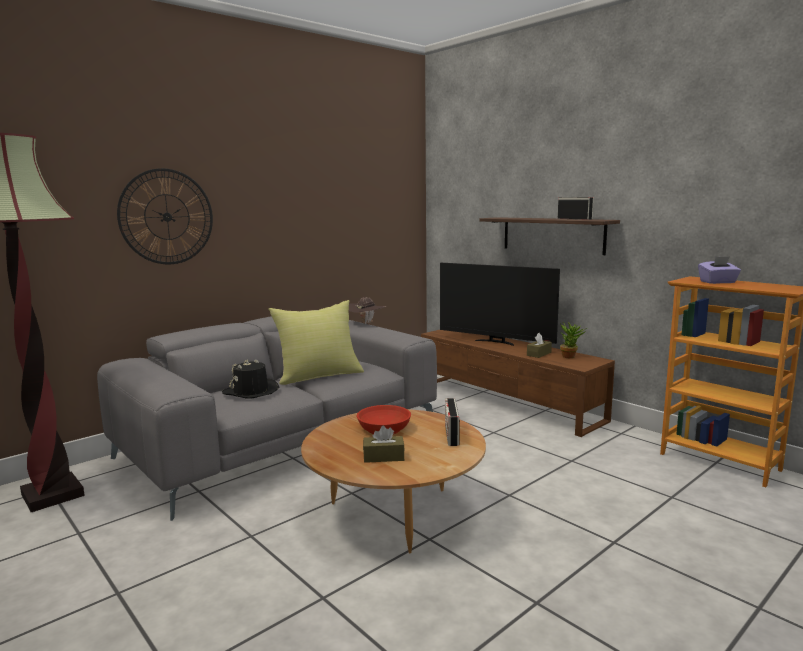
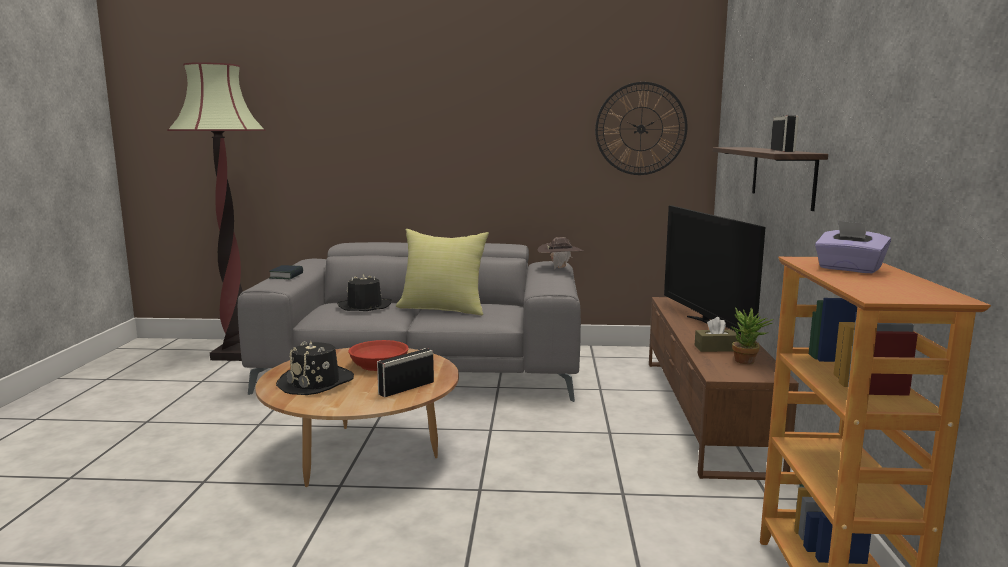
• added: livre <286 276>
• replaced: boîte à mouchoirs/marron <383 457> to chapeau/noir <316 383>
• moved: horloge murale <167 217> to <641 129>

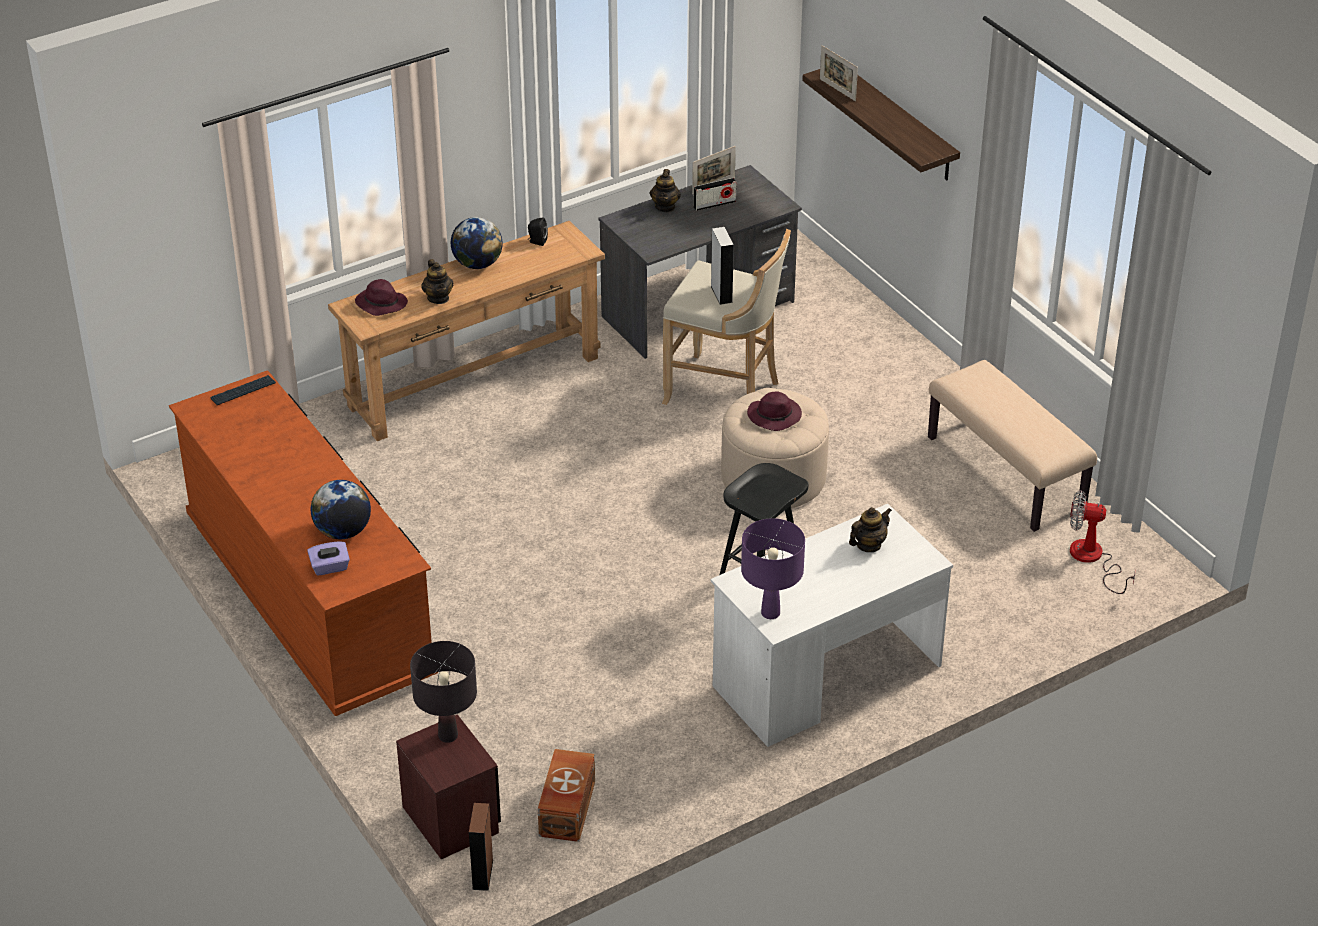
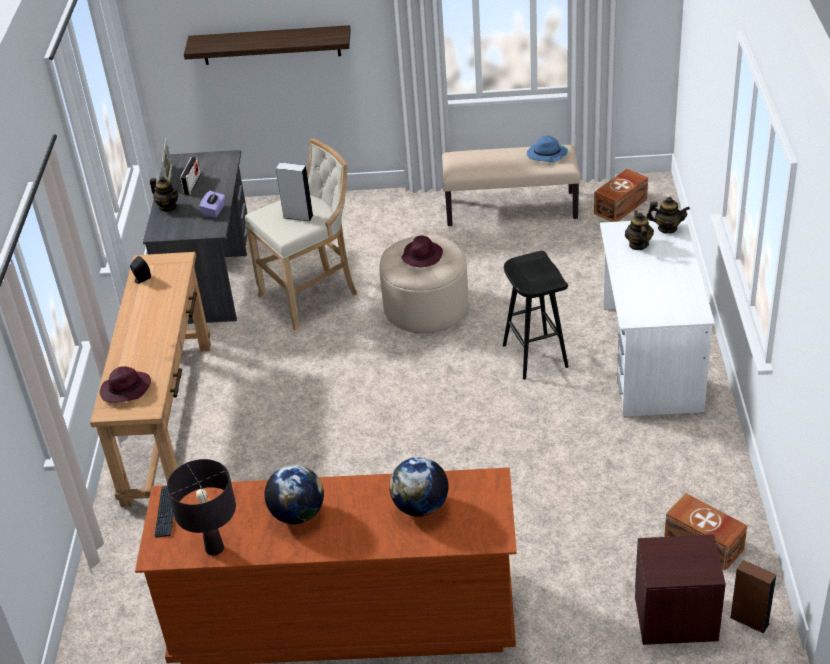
• moved: lampe de table/noir <447 736> to <214 549>
• moved: boîte à mouchoirs/violet <330 567> to <214 211>
• moved: globe <477 264> to <297 514>
• added: chapeau/bleu <546 155>
• replaced: ventilateur <1093 559> to boîte de rangement/marron <621 206>
• moved: théière <438 298> to <667 228>
• removed: lampe de table/violet <770 613>
• removed: cadre photo <837 90>

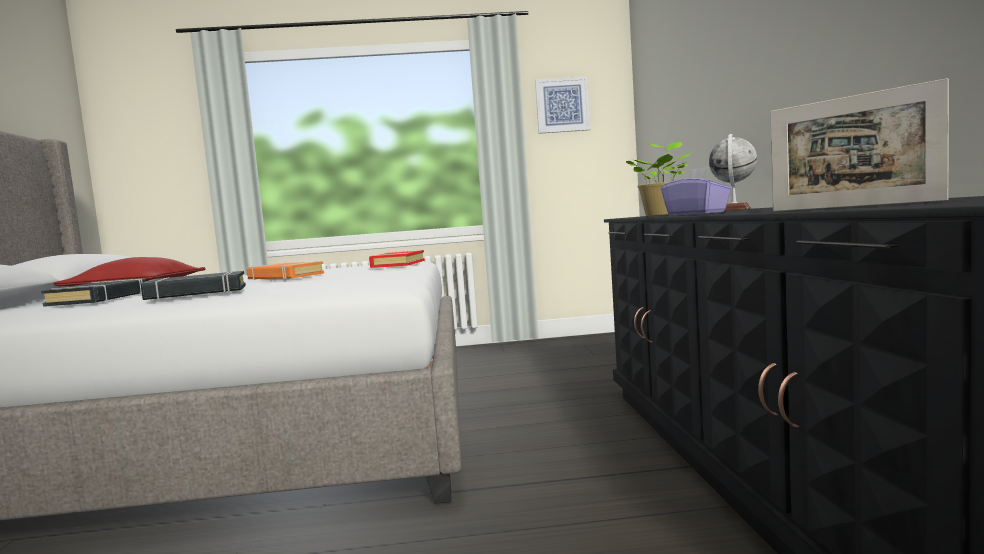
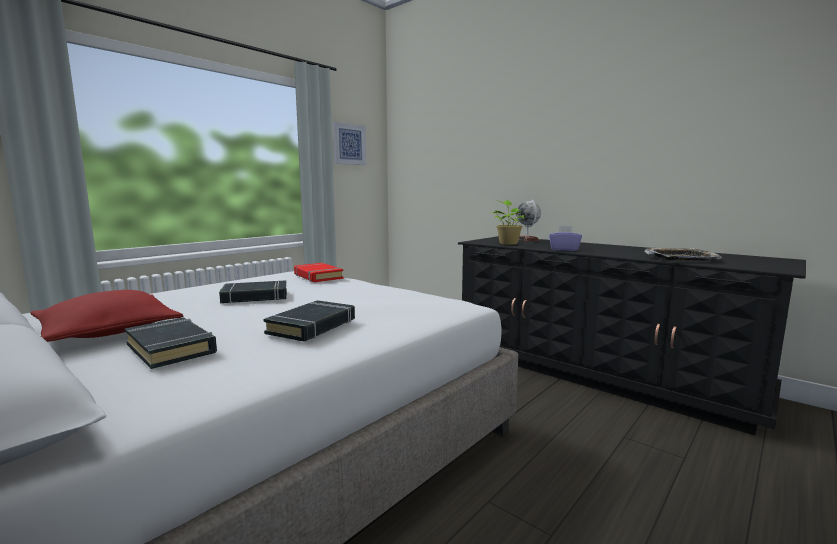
• recoloured: livre/orange <285 276> to livre/noir <255 297>
• replaced: cadre photo <852 206> to plateau <681 259>

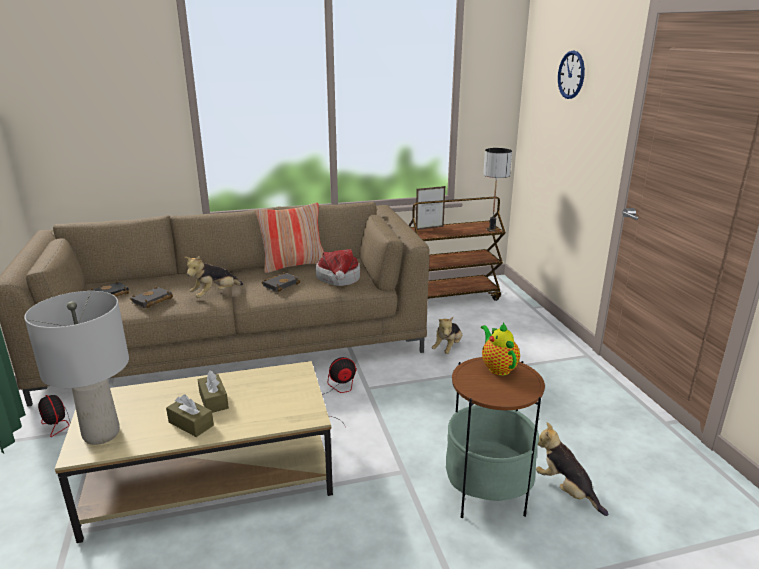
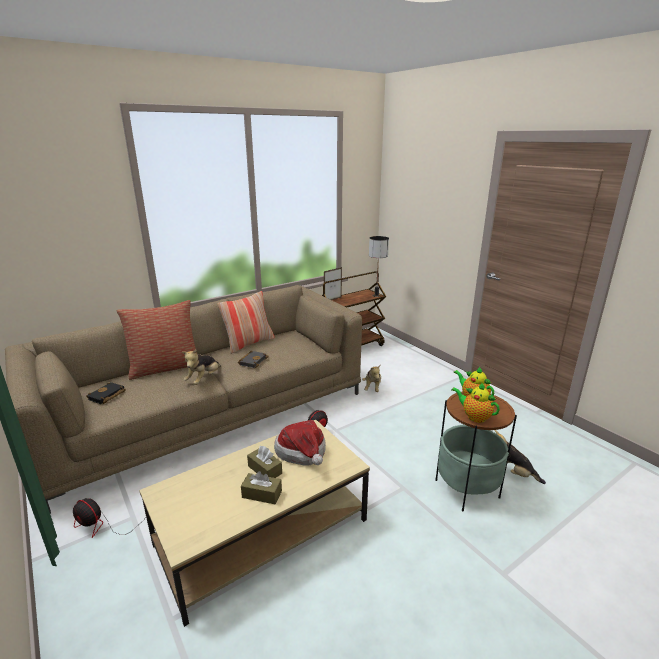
• added: coussin <165 367>
• moved: chapeau <338 279> to <302 454>
• added: théière <474 417>
• removed: lampe de table/gris <101 434>
• removed: livre/noir <152 301>
• removed: horloge murale <571 75>

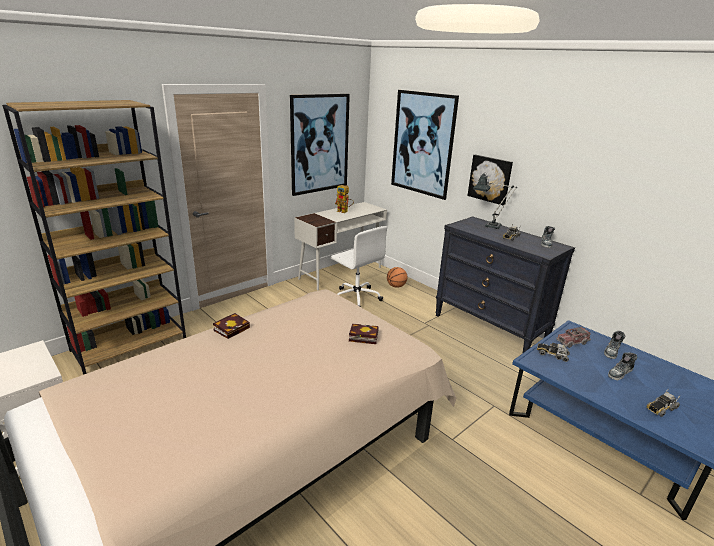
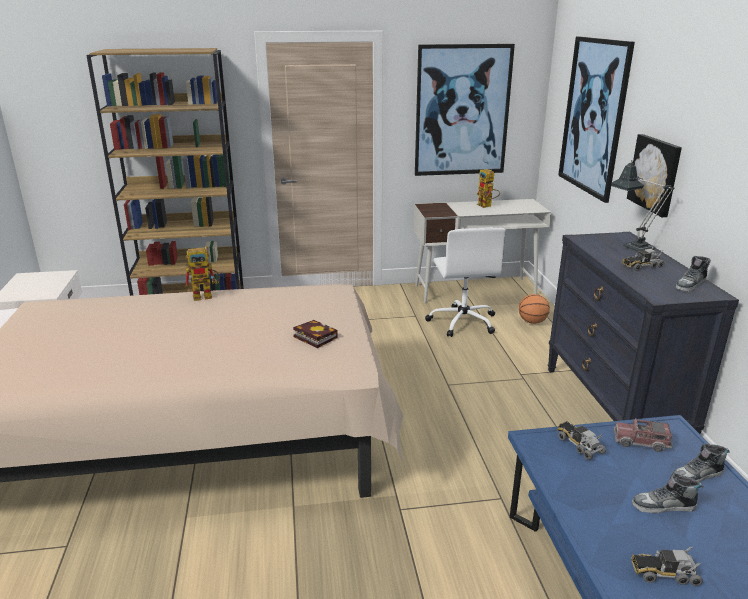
• replaced: livre <232 328> to robot jouet <207 295>

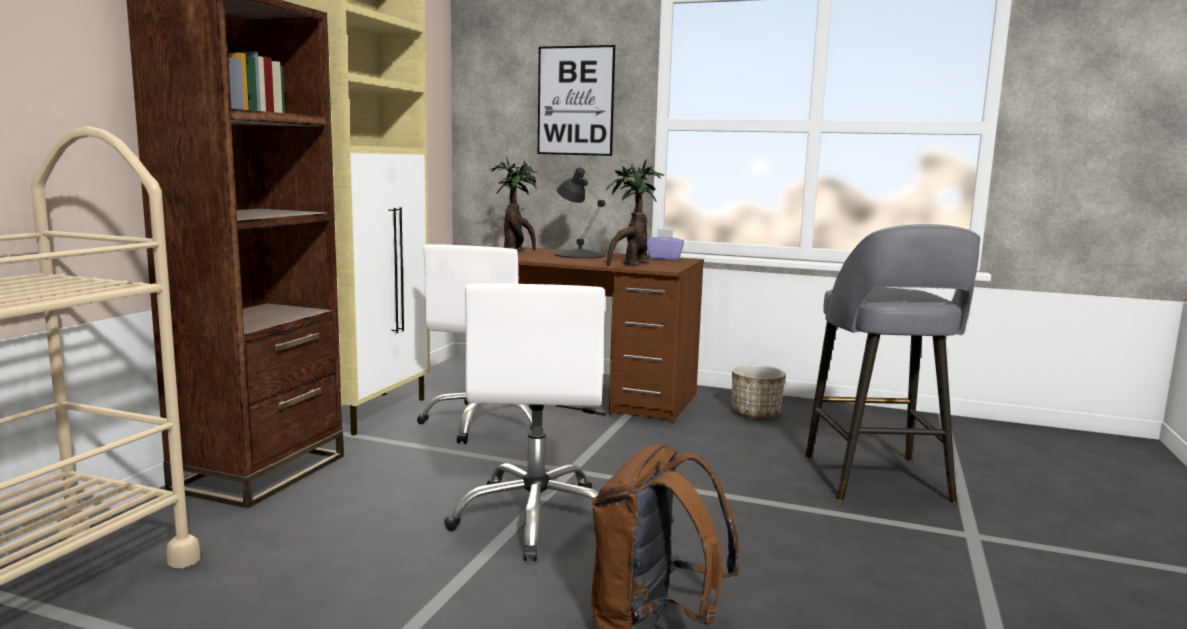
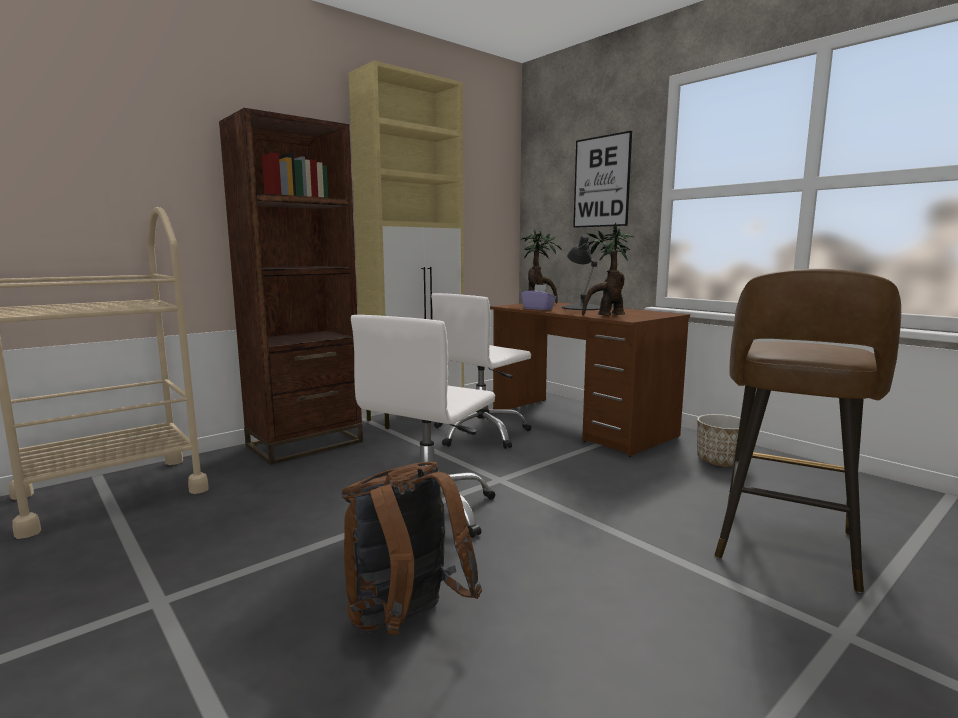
• moved: boîte à mouchoirs/violet <664 258> to <538 309>
• recoloured: tabouret/gris <877 480> to tabouret/marron <785 547>

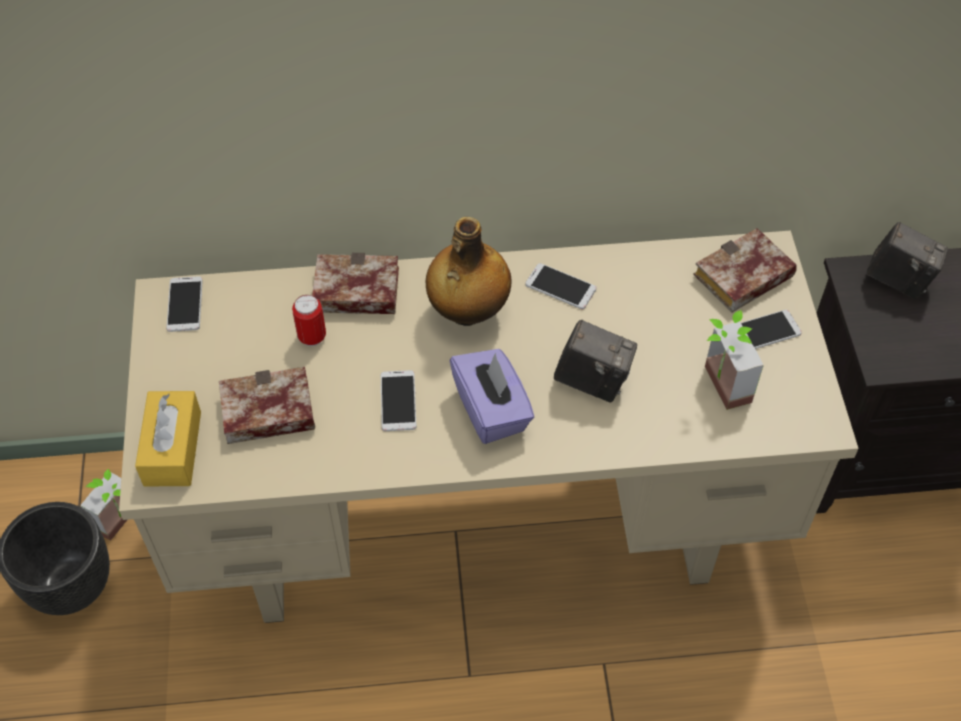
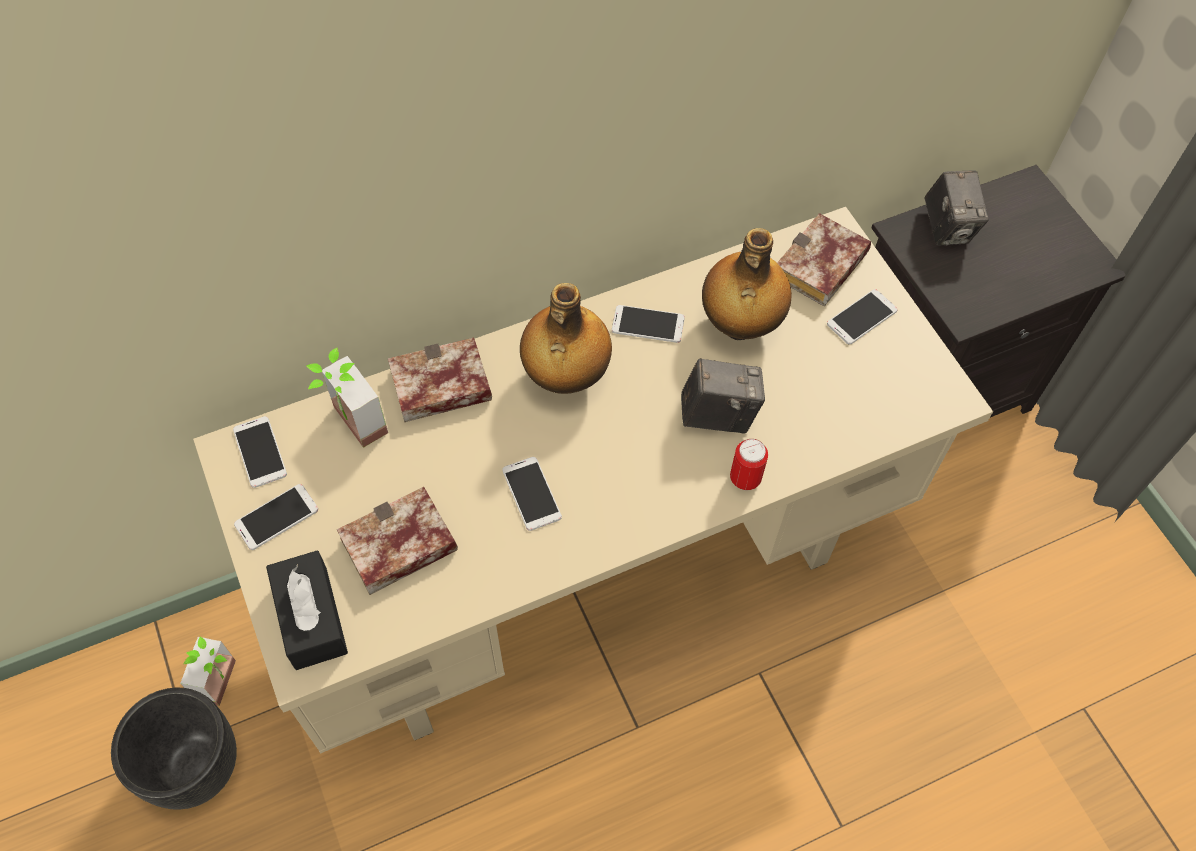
• added: téléphone <276 517>
• recoloured: boîte à mouchoirs/jaune <172 448> to boîte à mouchoirs/noir <311 617>
• moved: plante en pot <717 387> to <350 426>
• added: bouteille <739 325>
• moved: boîte métallique <312 337> to <745 479>
• turned: appareil photo <898 280> = <947 228> 75 degrees clockwise
• removed: boîte à mouchoirs/violet <491 410>

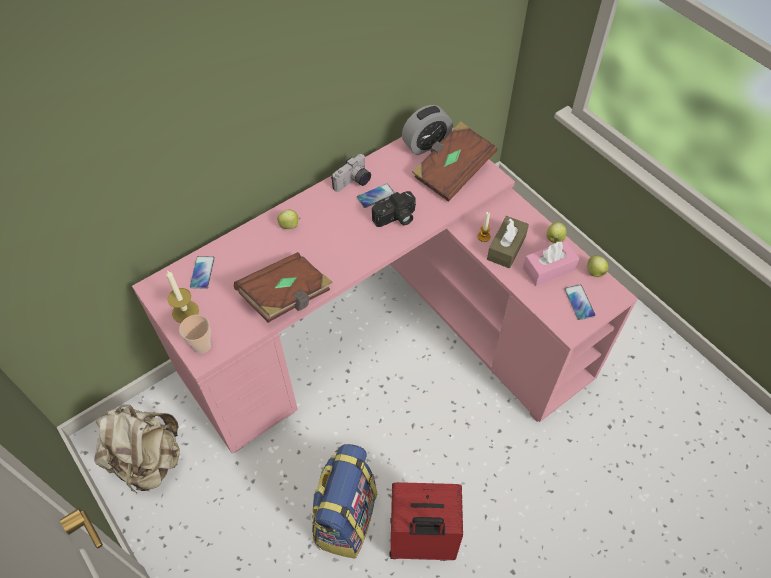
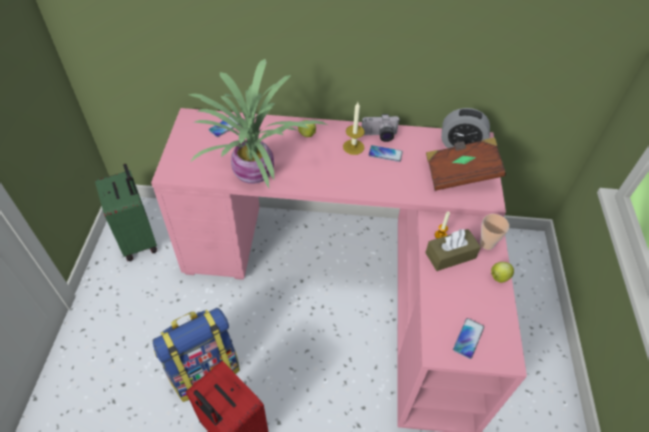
• replaced: sac à dos/beige <148 460> to valise/vert <139 240>
• replaced: livre/marron <287 296> to plante en pot <256 174>
• moved: bougie <185 311> to <353 147>
• moved: tasse <202 346> to <487 244>
• removed: appareil photo <396 218>
• removed: boîte à mouchoirs/rose <548 269>
• removed: pomme <595 273>

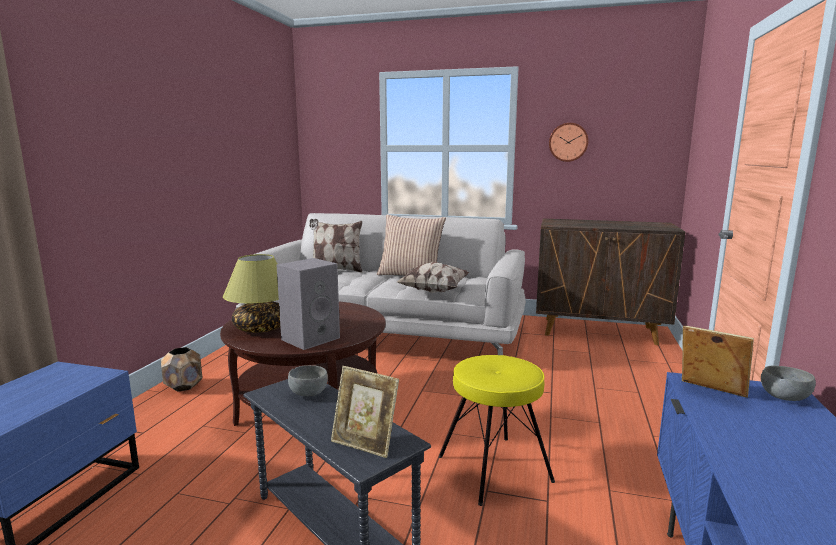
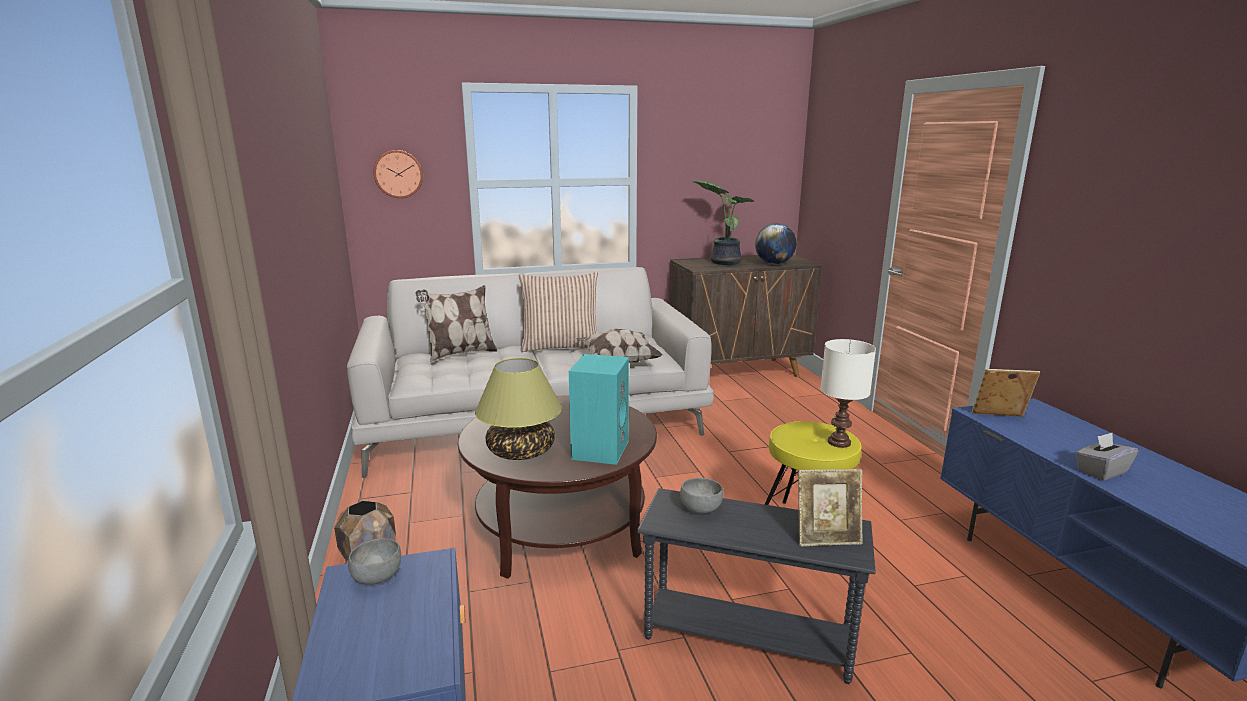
• moved: bol/gris <783 397> to <377 577>
• moved: horloge murale <568 142> to <398 174>
• recoloured: enceinte/gris <311 338> to enceinte/turquoise <599 449>
• added: plante en pot <724 262>
• added: globe <774 264>
• added: lampe de table/blanc <839 442>
• added: boîte à mouchoirs/gris <1101 471>

